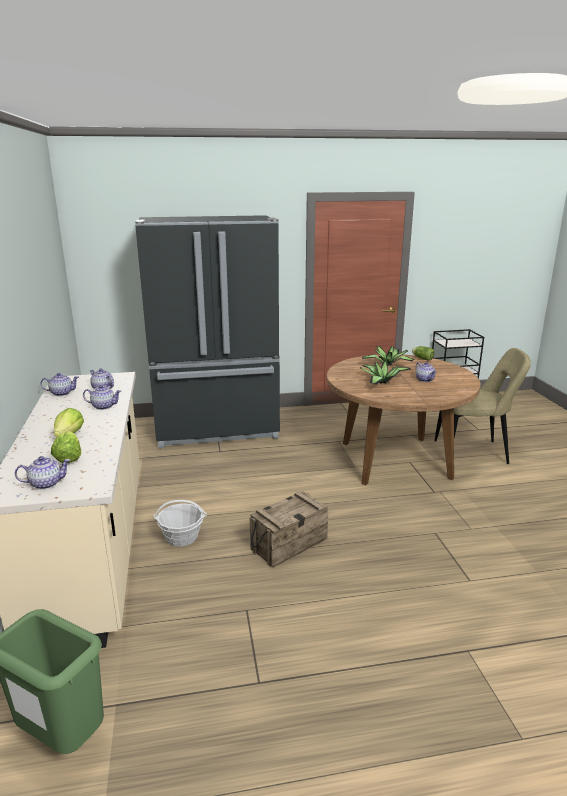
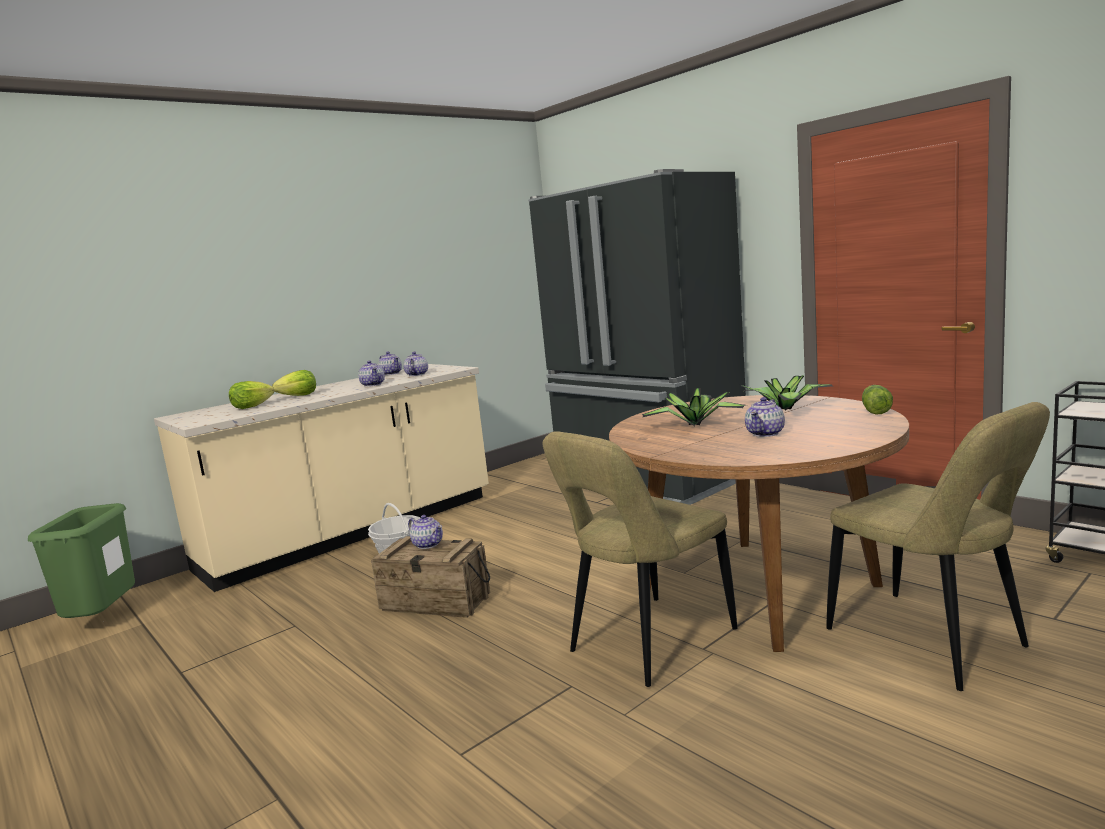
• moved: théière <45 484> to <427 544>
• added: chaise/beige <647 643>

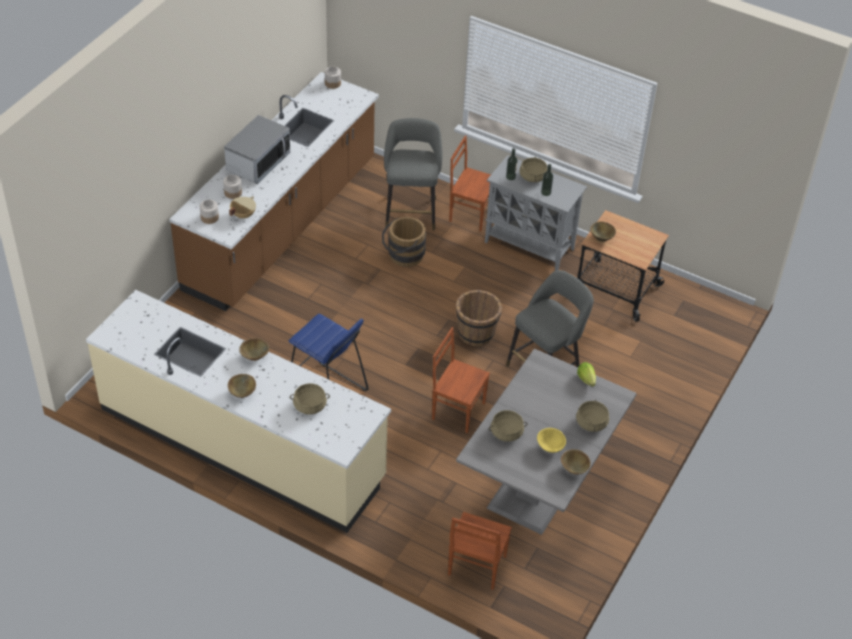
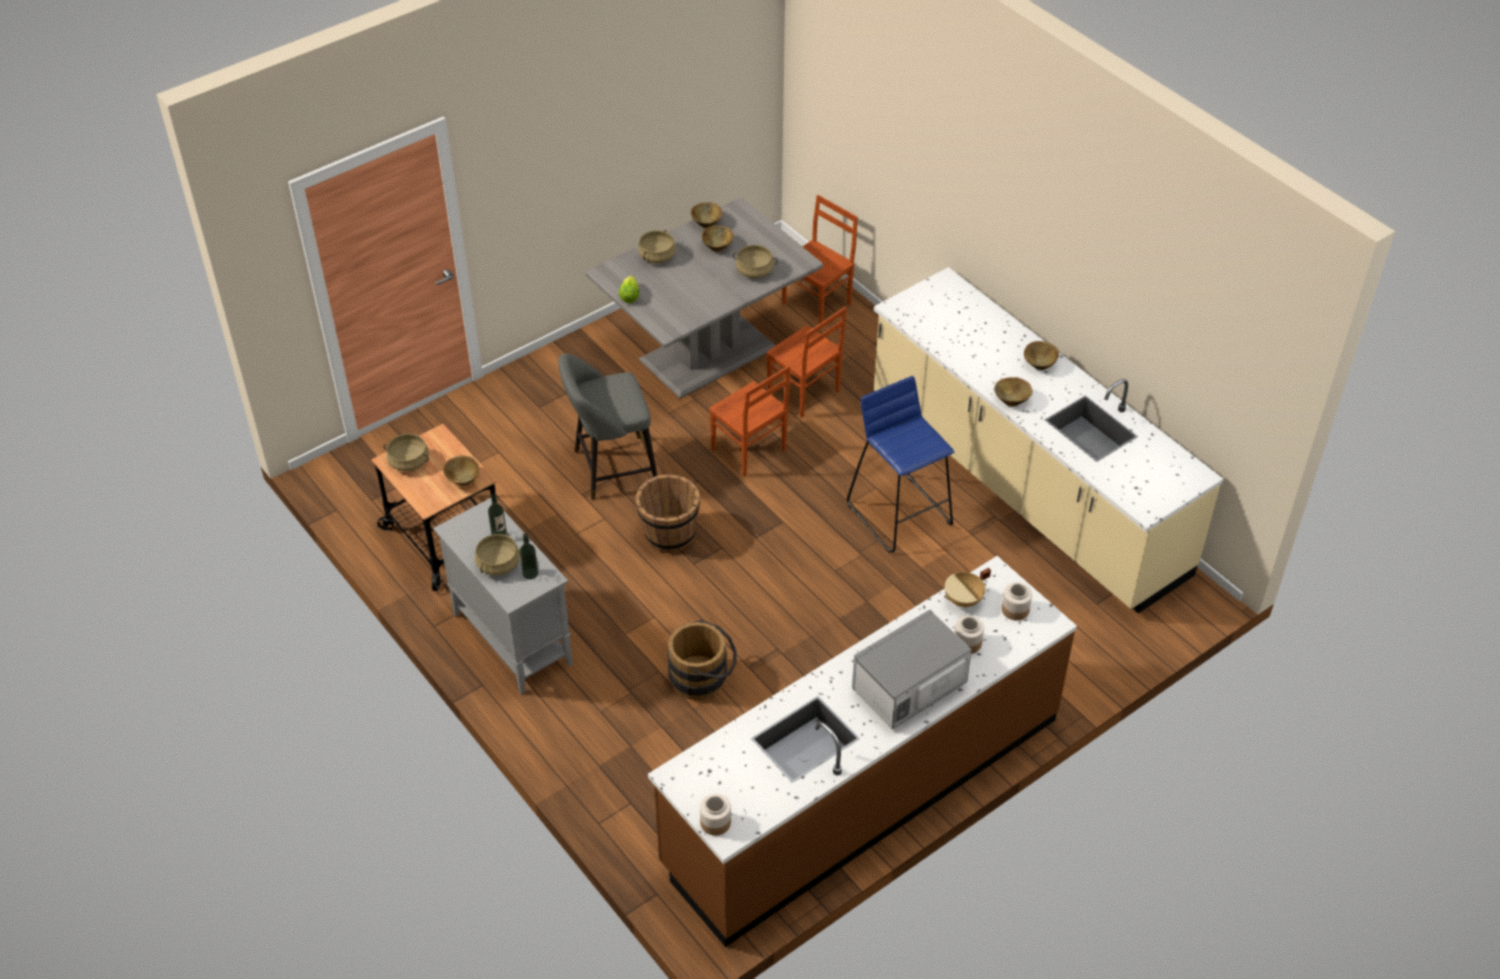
• moved: marmite/beige <310 405> to <408 462>
• recoloured: bol/jaune <550 447> to bol/marron <717 247>
• moved: chaise/marron <471 213> to <803 393>
• removed: tabouret/gris <411 210>

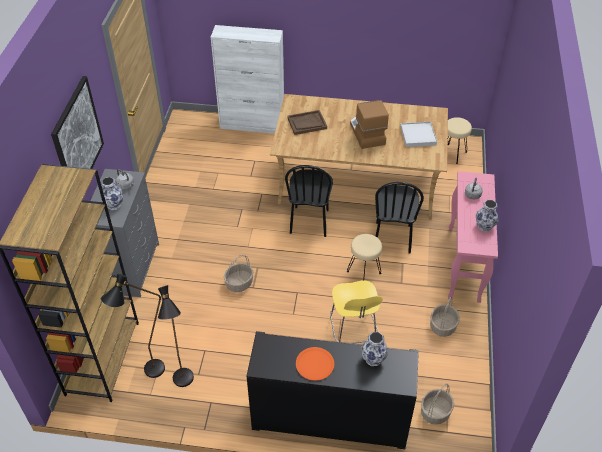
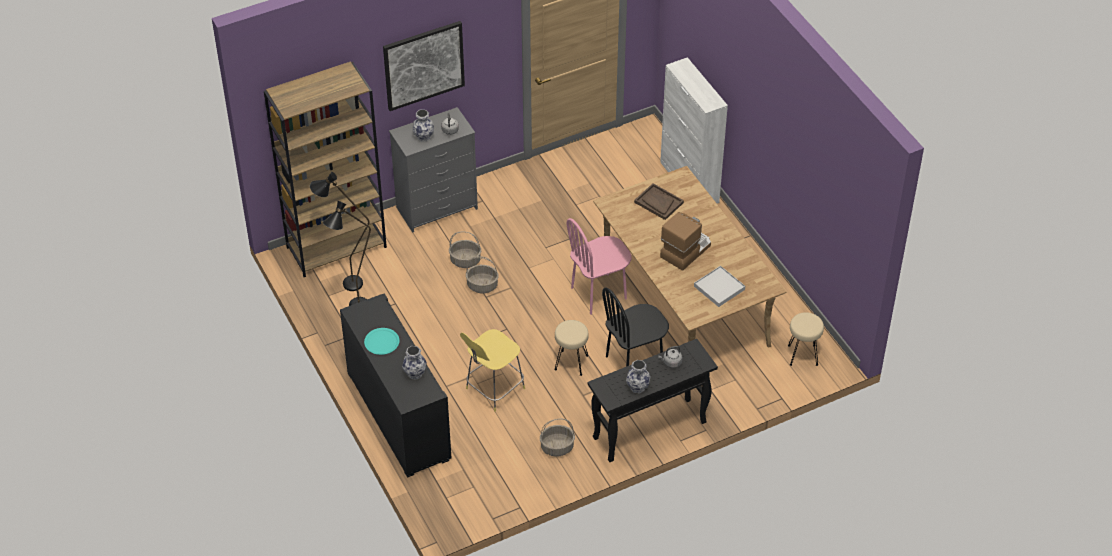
• recoloured: assiette/orange <315 364> to assiette/turquoise <382 342>
• moved: panier <435 412> to <465 261>
• recoloured: chaise/noir <309 221> to chaise/rose <599 293>
• recoloured: table console/rose <464 264> to table console/noir <649 431>

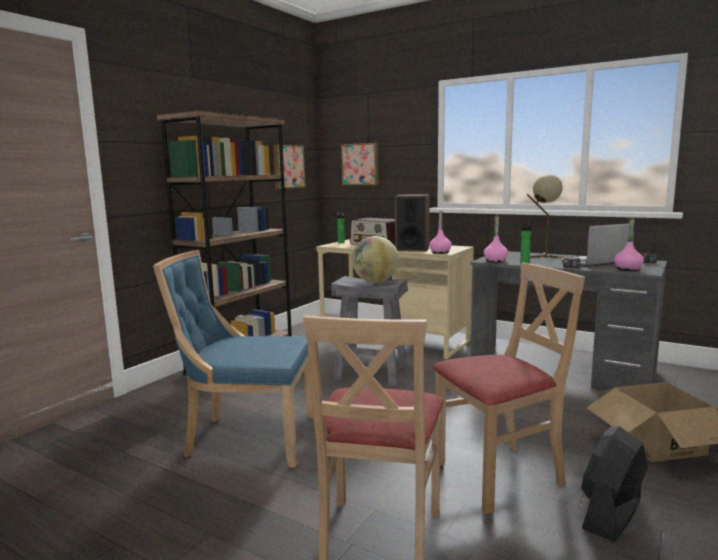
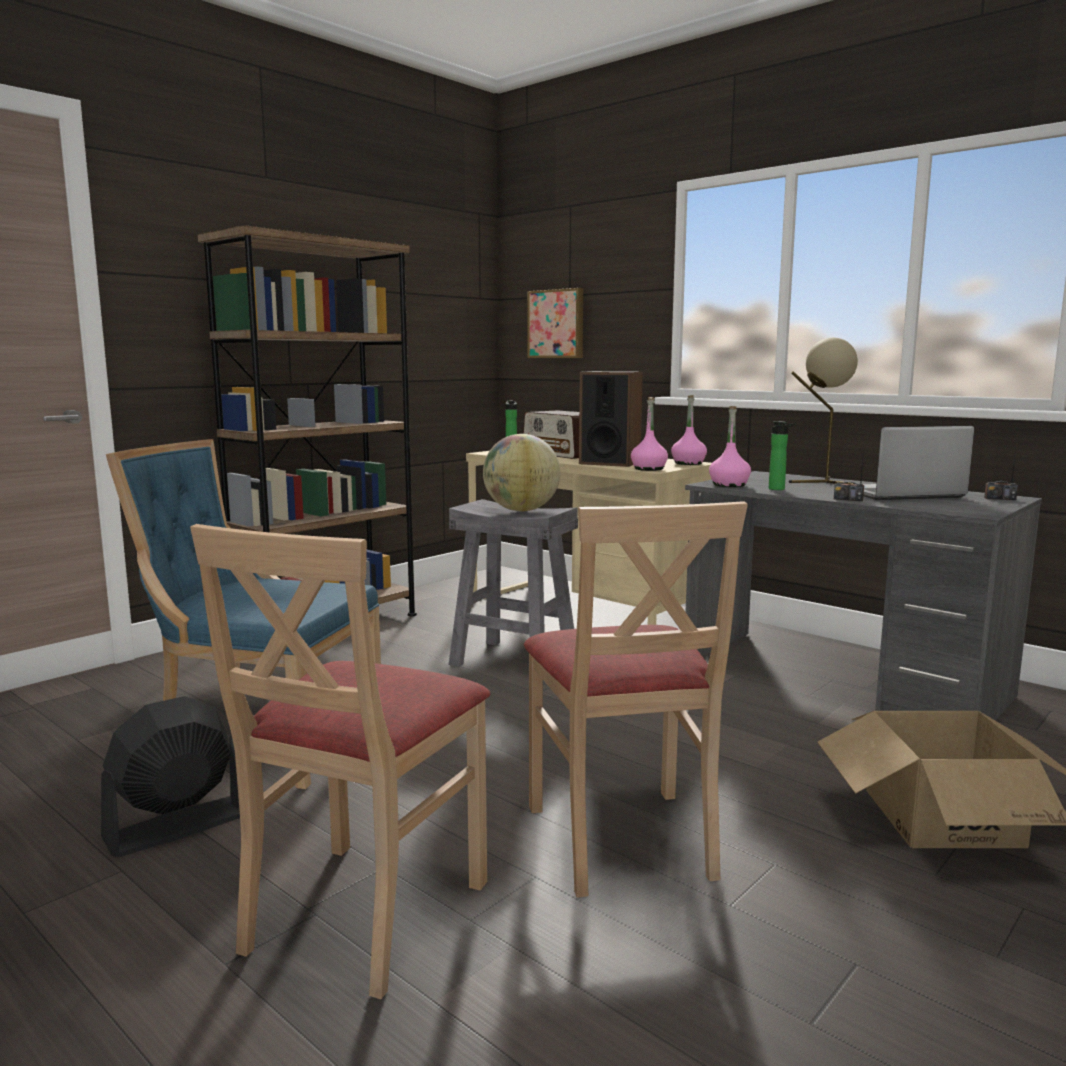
• moved: ventilateur/noir <611 514> to <177 826>
• turned: chaise/beige <499 476> = <622 839> 90 degrees clockwise
• moved: bouteille/rose <627 269> to <688 463>
• removed: tableau <287 167>

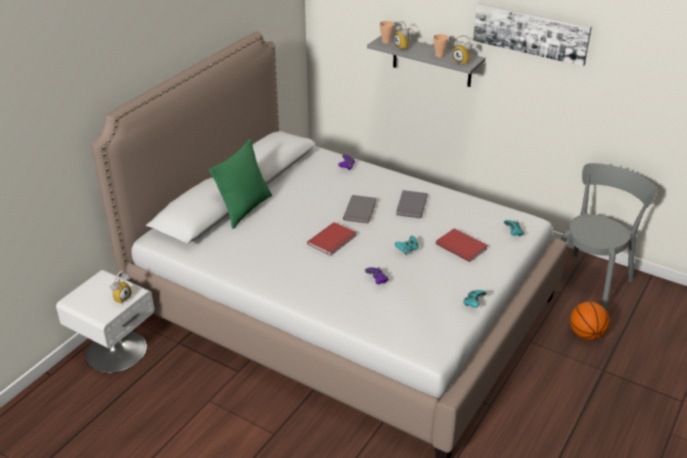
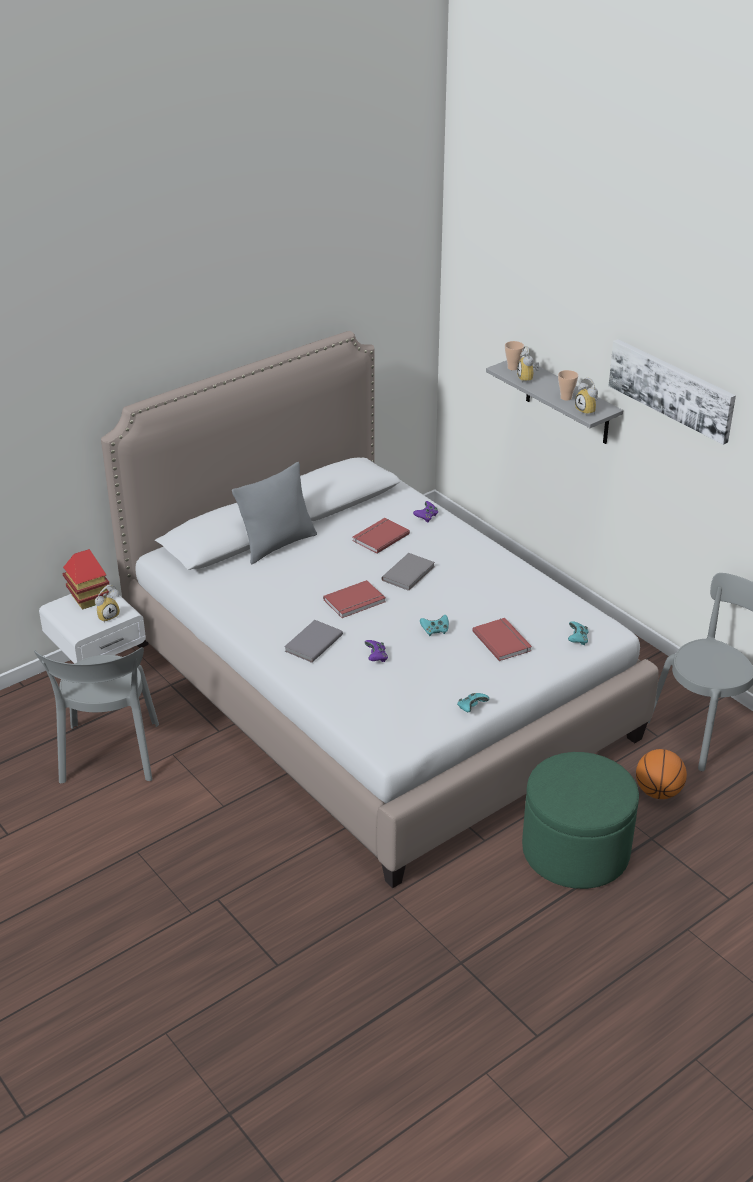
• added: chaise/gris <109 756>
• added: maison miniature <88 598>
• recoloured: coussin/vert <245 209> to coussin/gris <277 544>
• moved: livre/gris <410 206> to <312 643>
• added: livre/rouge <379 537>
• added: pouf/vert <575 851>

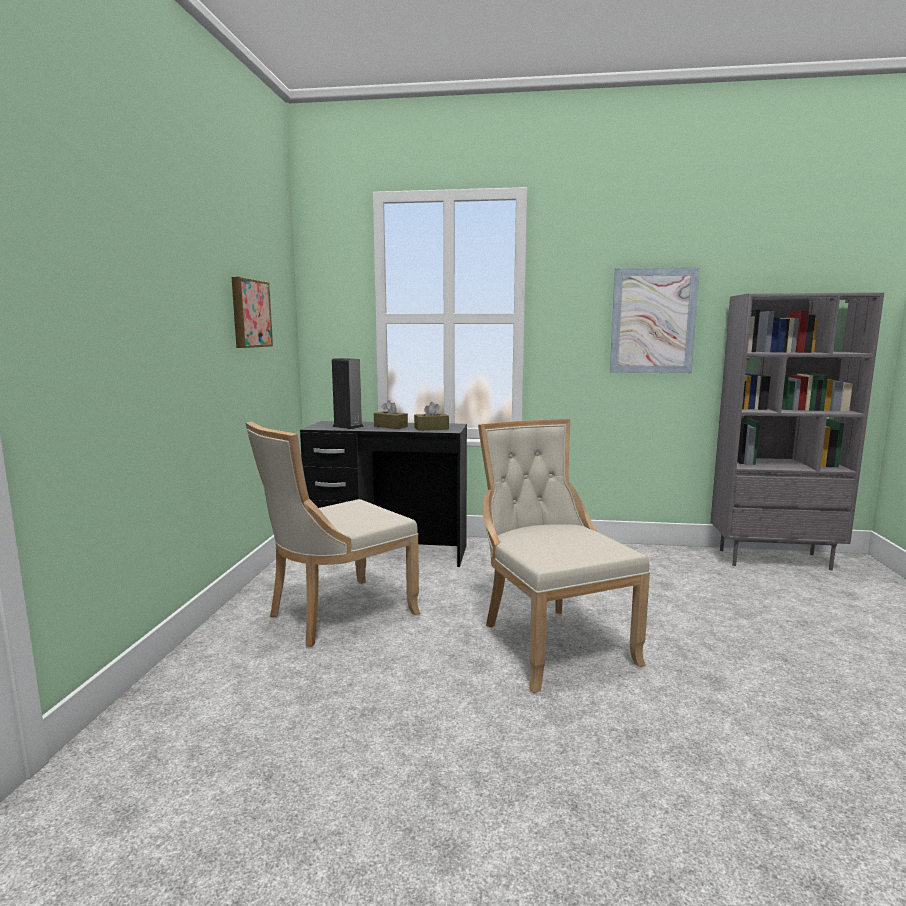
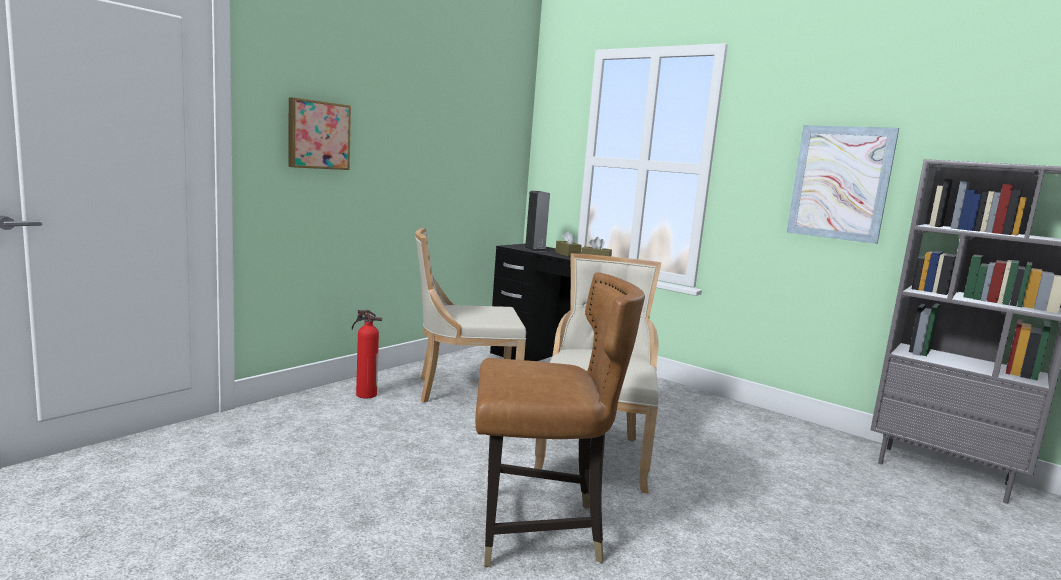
• moved: tableau <249 313> to <318 135>
• added: extincteur <364 394>
• added: chaise/marron <538 530>

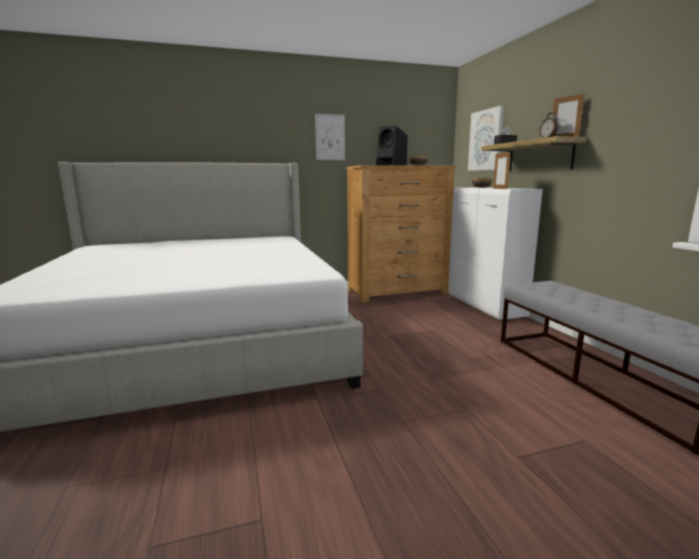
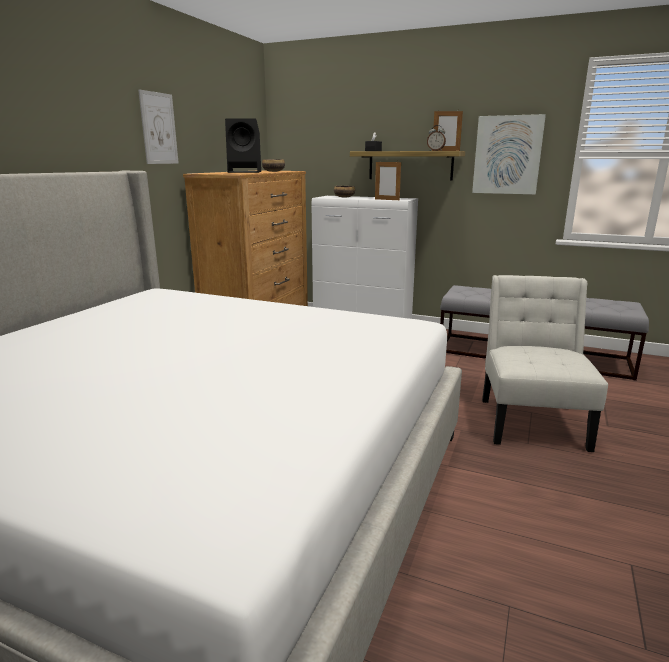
• moved: tableau <486 140> to <507 155>
• added: chaise/blanc <531 420>

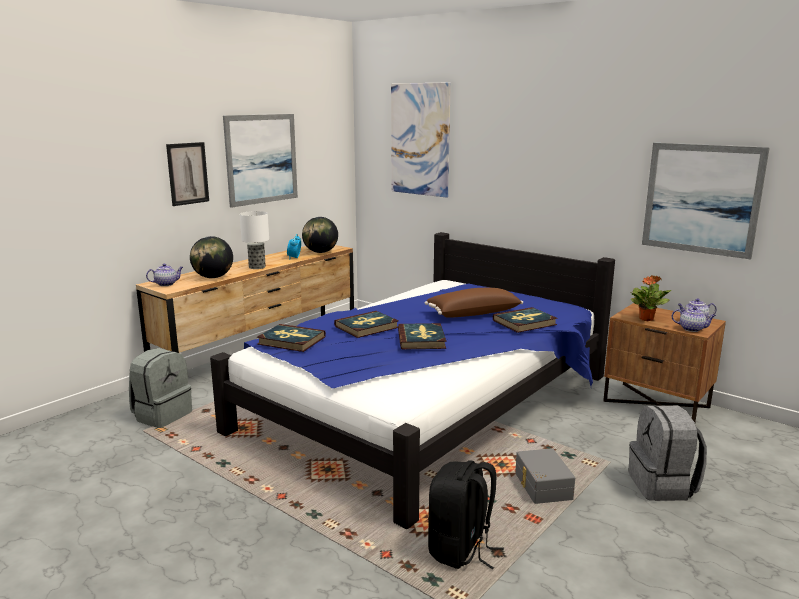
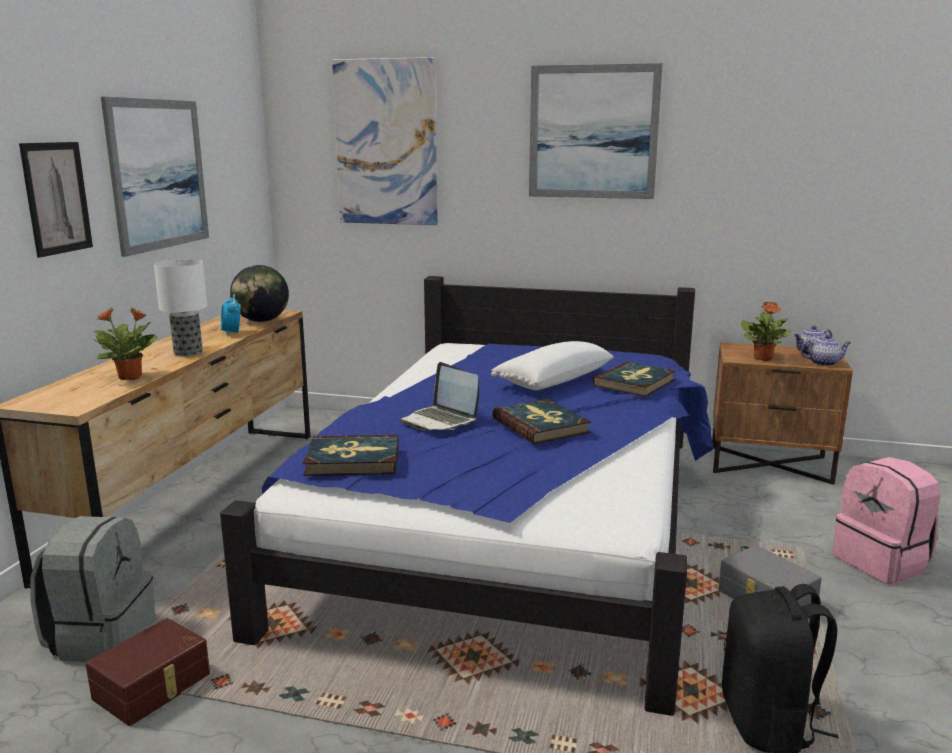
• added: boîte de rangement/marron <154 687>
• replaced: globe <213 277> to plante en pot <131 377>
• replaced: livre <367 327> to ordinateur portable <440 420>
• recoloured: coussin/marron <473 313> to coussin/blanc <552 380>
• moved: tableau <701 199> to <593 132>
• recoloured: sac à dos/gris <663 486> to sac à dos/rose <882 562>
• removed: théière <166 284>

